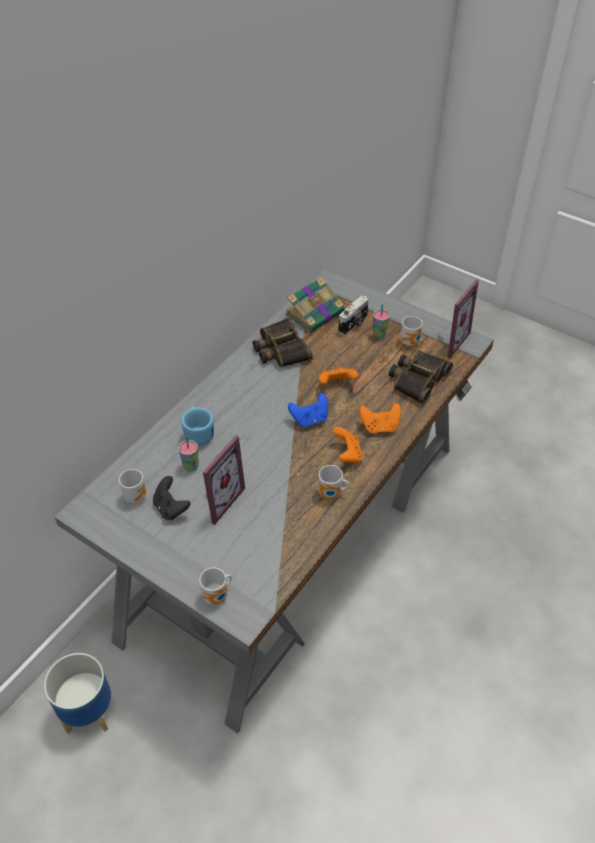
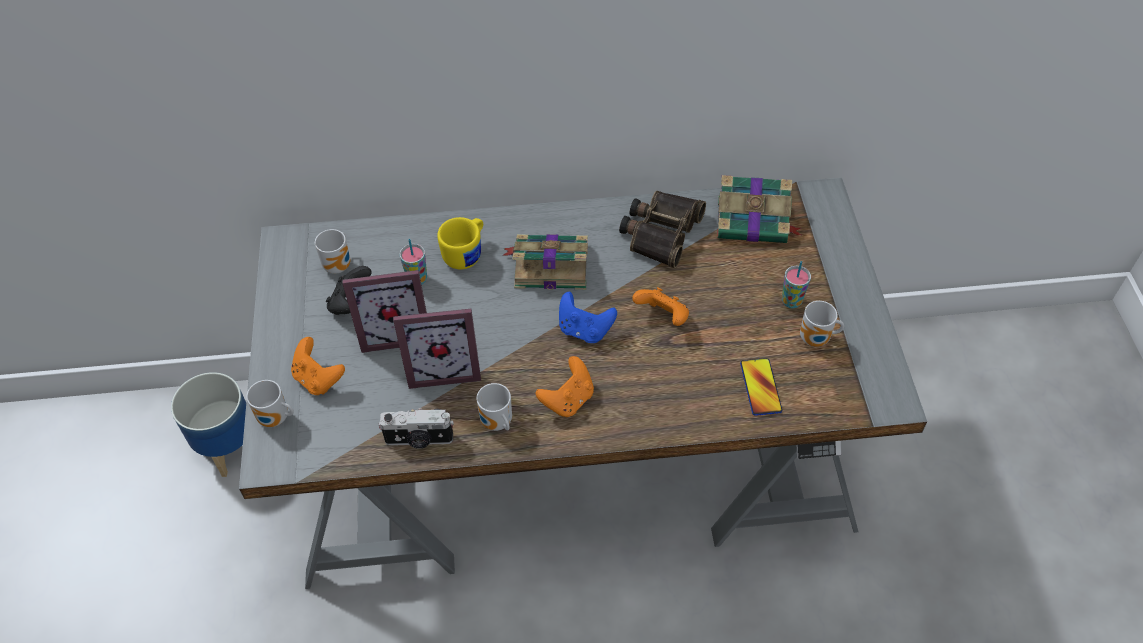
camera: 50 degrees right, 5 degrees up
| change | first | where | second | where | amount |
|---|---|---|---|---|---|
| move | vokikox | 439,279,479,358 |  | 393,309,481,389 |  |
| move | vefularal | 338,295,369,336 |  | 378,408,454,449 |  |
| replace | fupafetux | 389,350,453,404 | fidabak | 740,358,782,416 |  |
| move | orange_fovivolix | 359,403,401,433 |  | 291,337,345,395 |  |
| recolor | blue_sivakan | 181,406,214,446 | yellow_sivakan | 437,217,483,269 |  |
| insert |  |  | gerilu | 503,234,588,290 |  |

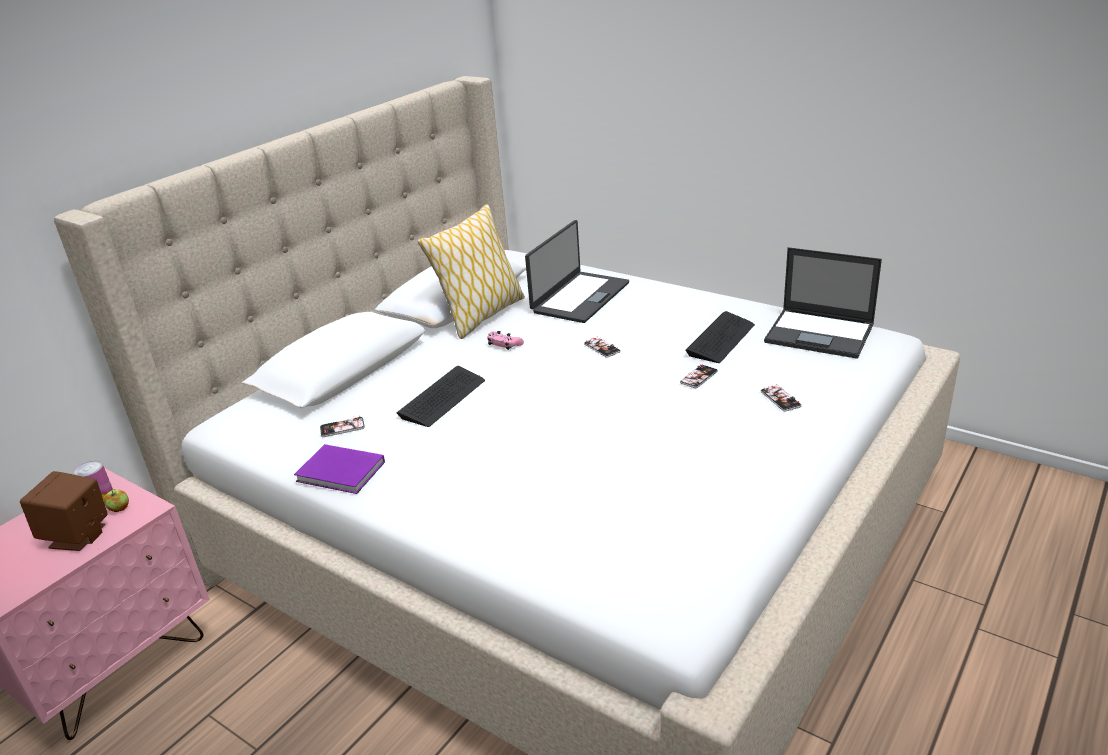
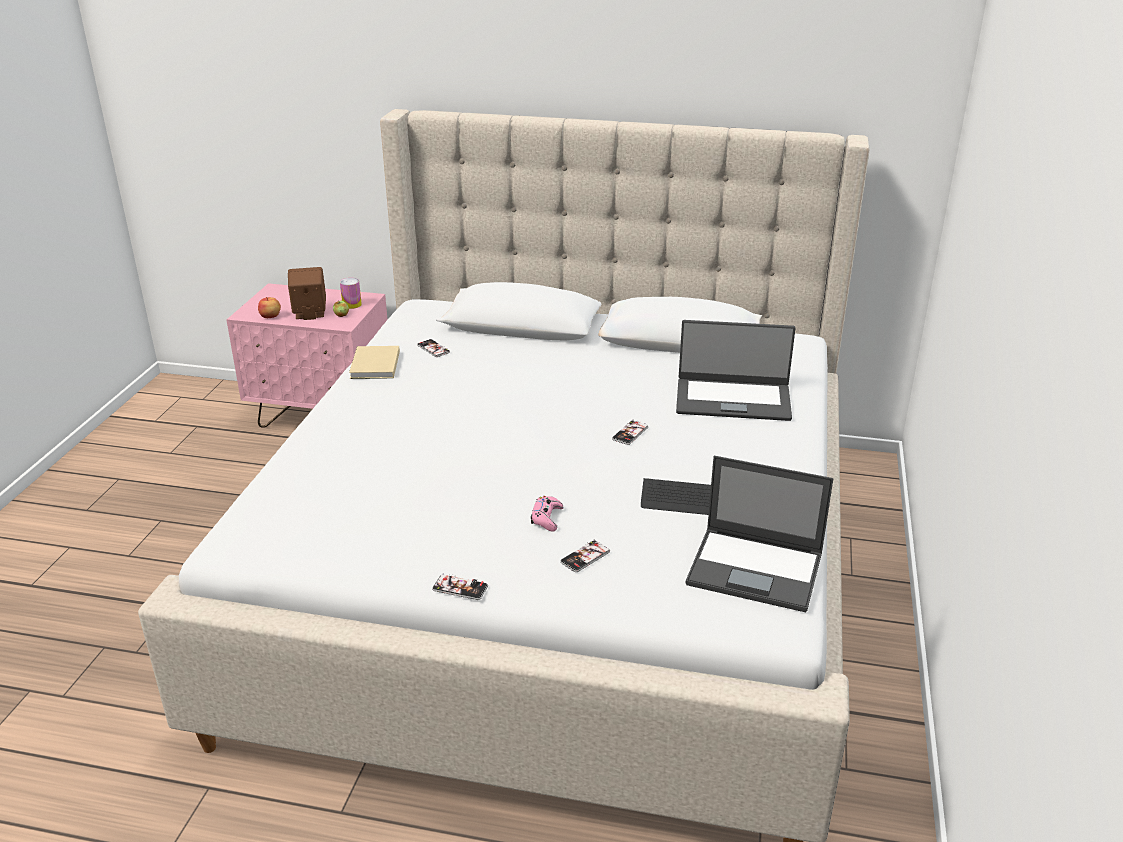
camera: 65 degrees right, 0 degrees up
| change | first | where | second | where | amount |
|---|---|---|---|---|---|
| delete | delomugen | 418,204,525,339 |  |  |  |
| rotate | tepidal | 764,247,882,359 |  | 686,456,834,612 | 75 degrees counterclockwise |
| move | pink_fovivolix | 487,331,524,350 |  | 531,496,564,532 |  |
| move | fidabak | 680,364,718,388 |  | 432,574,488,600 |  |
| delete | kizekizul | 397,366,485,427 |  |  |  |
| recolor | purple_gerilu | 294,444,385,494 | beige_gerilu | 349,346,400,379 |  |
| insert |  |  | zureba | 258,297,281,318 |  |

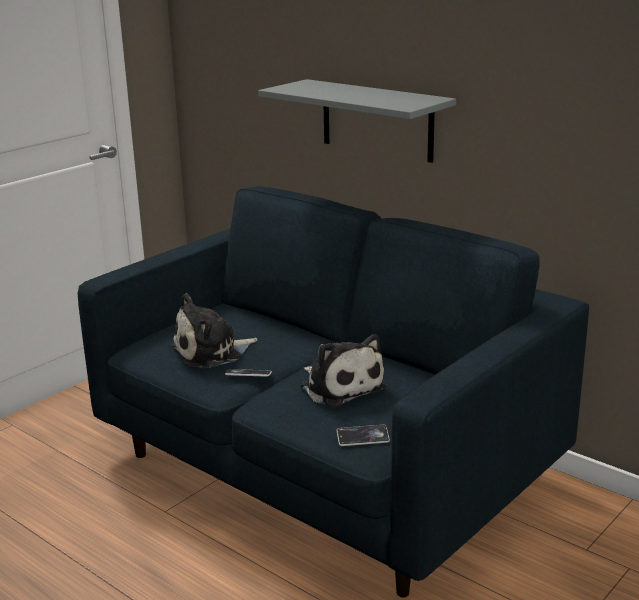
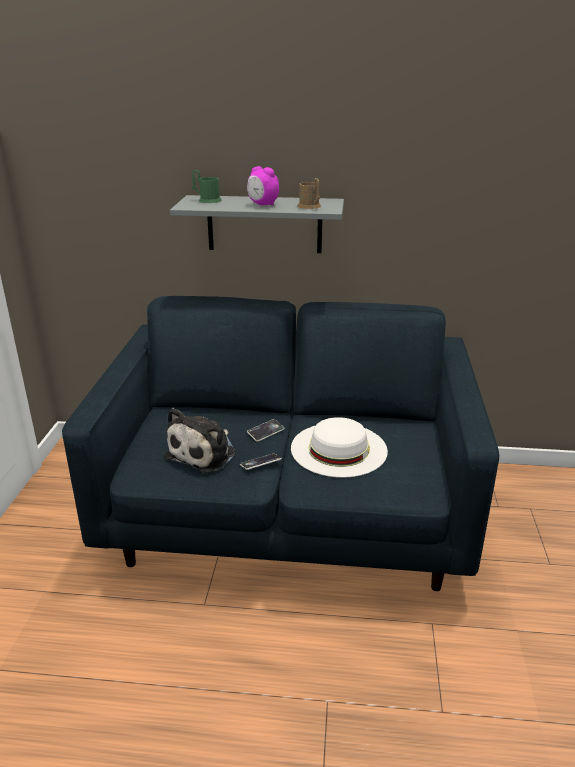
camera: 35 degrees left, 5 degrees up
| change | first | where | second | where | amount |
|---|---|---|---|---|---|
| replace | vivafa | 301,334,386,408 | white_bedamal | 291,417,388,478 |  |
| move | fidabak | 337,425,390,446 |  | 247,419,284,442 |  |
| insert |  |  | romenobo | 247,166,279,206 |  |
| insert |  |  | green_sivakan | 192,170,222,203 |  |
| insert |  |  | brown_sivakan | 297,178,321,209 |  |

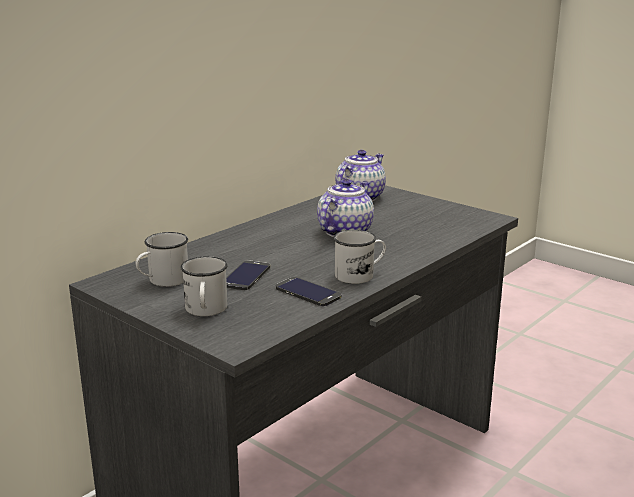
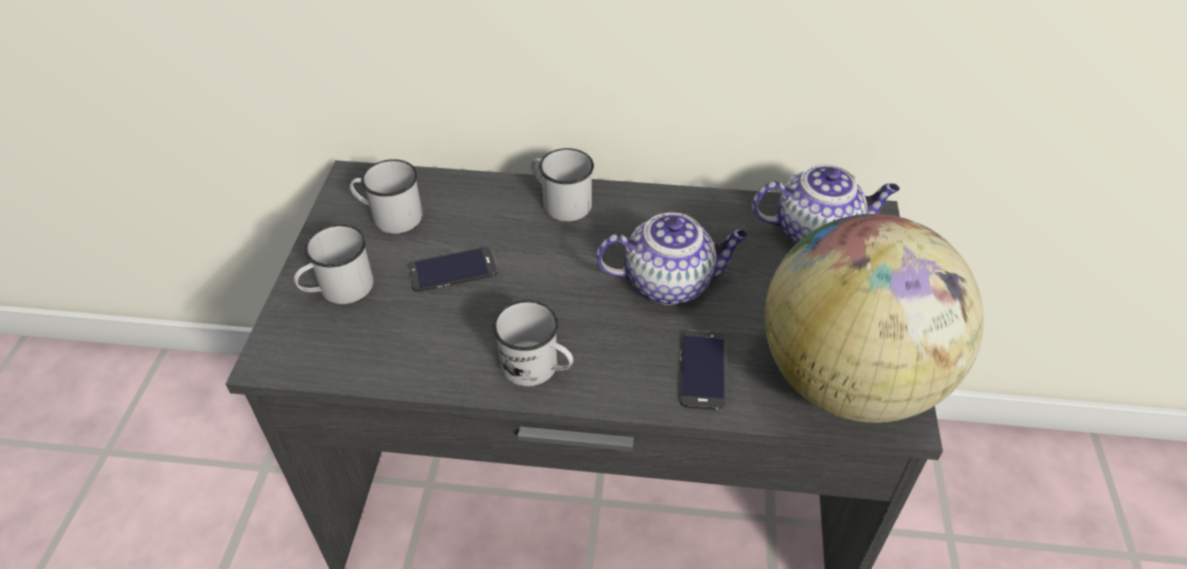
camera: 55 degrees right, 25 degrees up
| change | first | where | second | where | amount |
|---|---|---|---|---|---|
| move | fidabak | 275,277,341,306 |  | 679,330,725,410 |  |
| insert |  |  | white_sivakan | 531,148,594,222 |  |
| insert |  |  | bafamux | 765,214,984,423 |  |

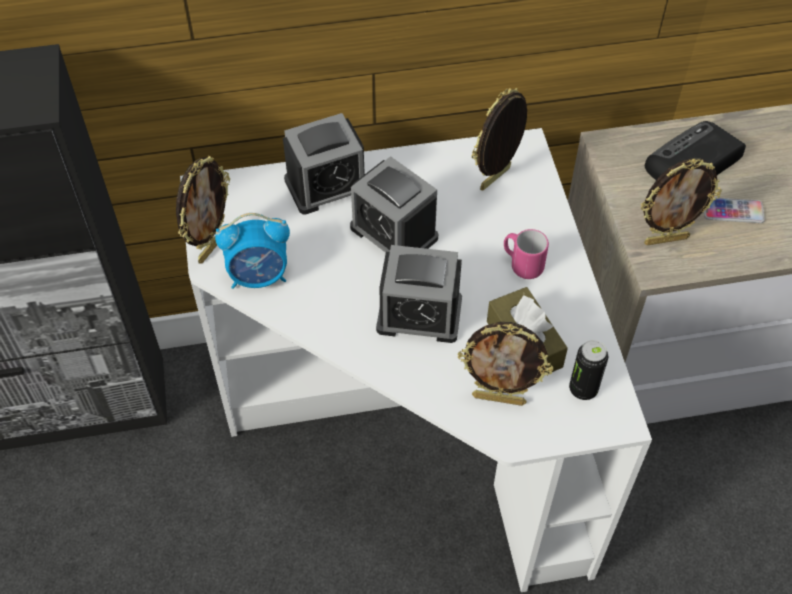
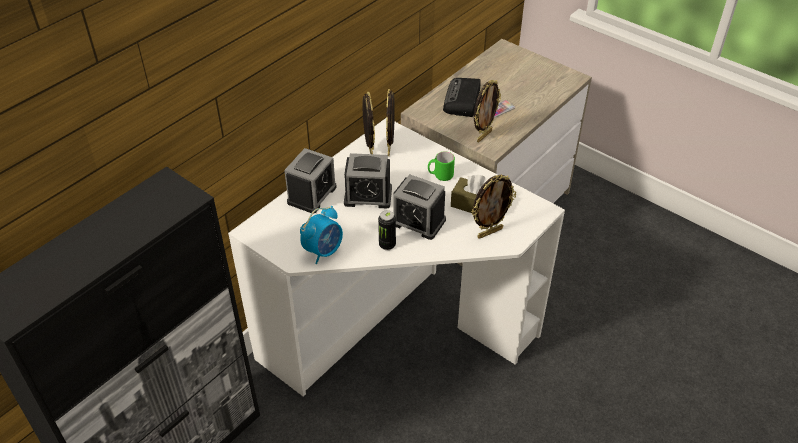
camera: 40 degrees left, 10 degrees down
| change | first | where | second | where | amount |
|---|---|---|---|---|---|
| move | vokikox | 176,156,230,263 |  | 362,92,375,154 |  |
| recolor | pink_sivakan | 504,229,549,279 | green_sivakan | 428,151,455,181 |  |
| rotate | romenobo | 376,245,462,343 |  | 393,174,446,240 | 60 degrees clockwise |
| move | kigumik | 569,340,608,400 |  | 378,210,396,250 |  |

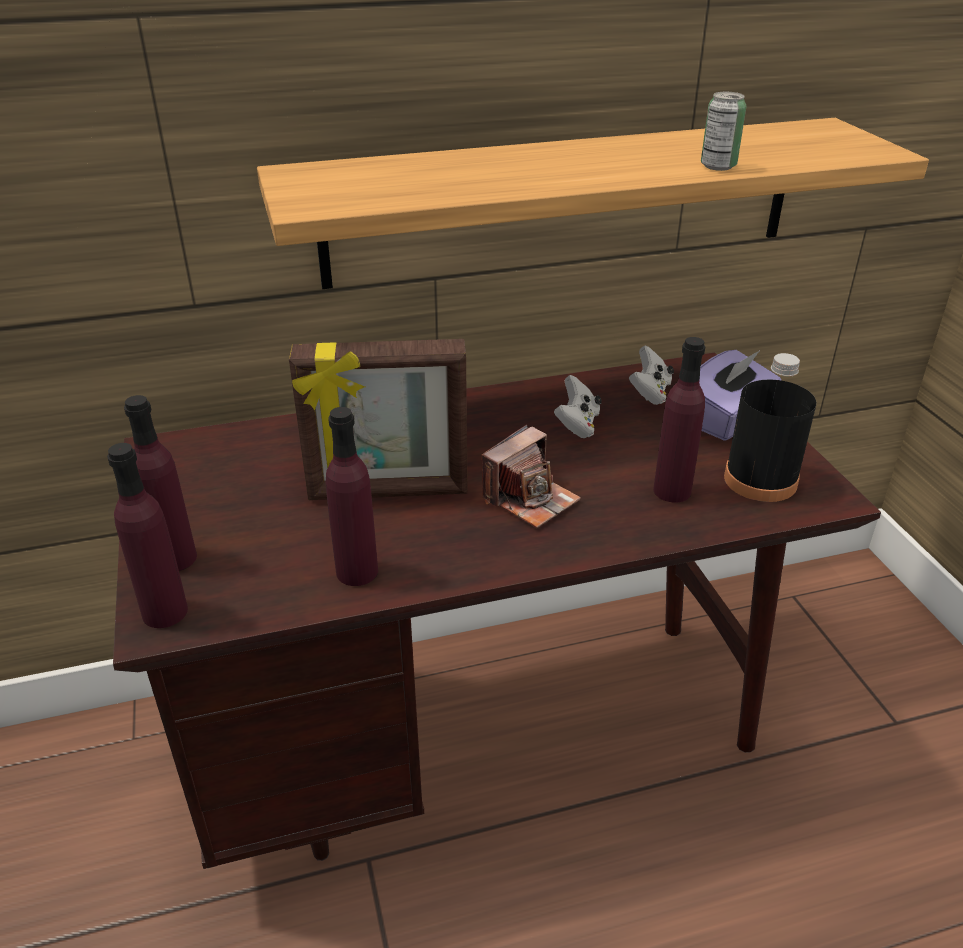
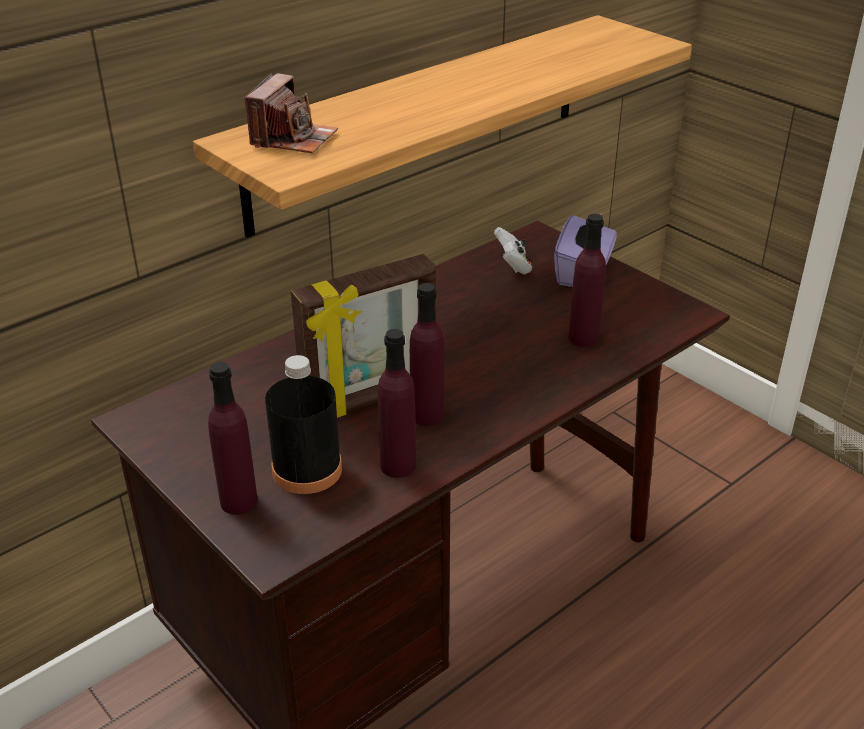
camera: 25 degrees left, 0 degrees up
| change | first | where | second | where | amount |
|---|---|---|---|---|---|
| delete | kigumik | 701,92,746,171 |  |  |  |
| move | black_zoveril | 724,353,816,502 |  | 265,355,342,494 |  |
| delete | white_fovivolix | 554,375,602,438 |  |  |  |
| move | vefularal | 481,425,581,528 |  | 245,73,338,153 |  |
| move | purple_zoveril | 107,443,188,628 |  | 410,283,444,426 |  |

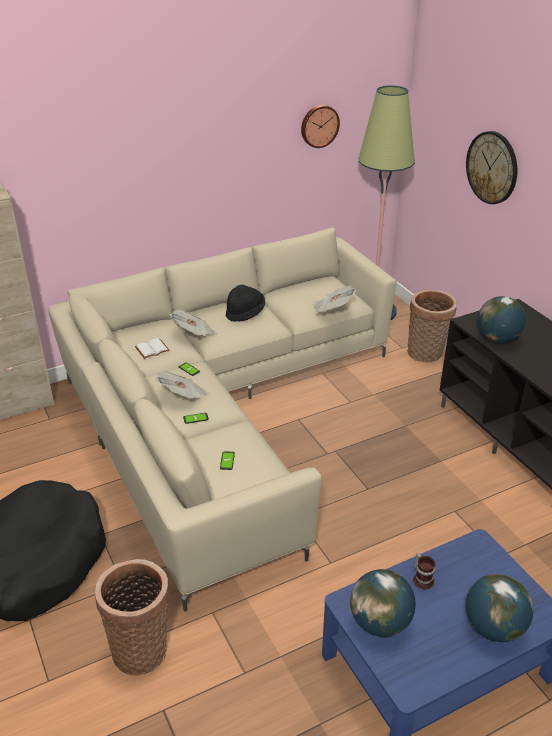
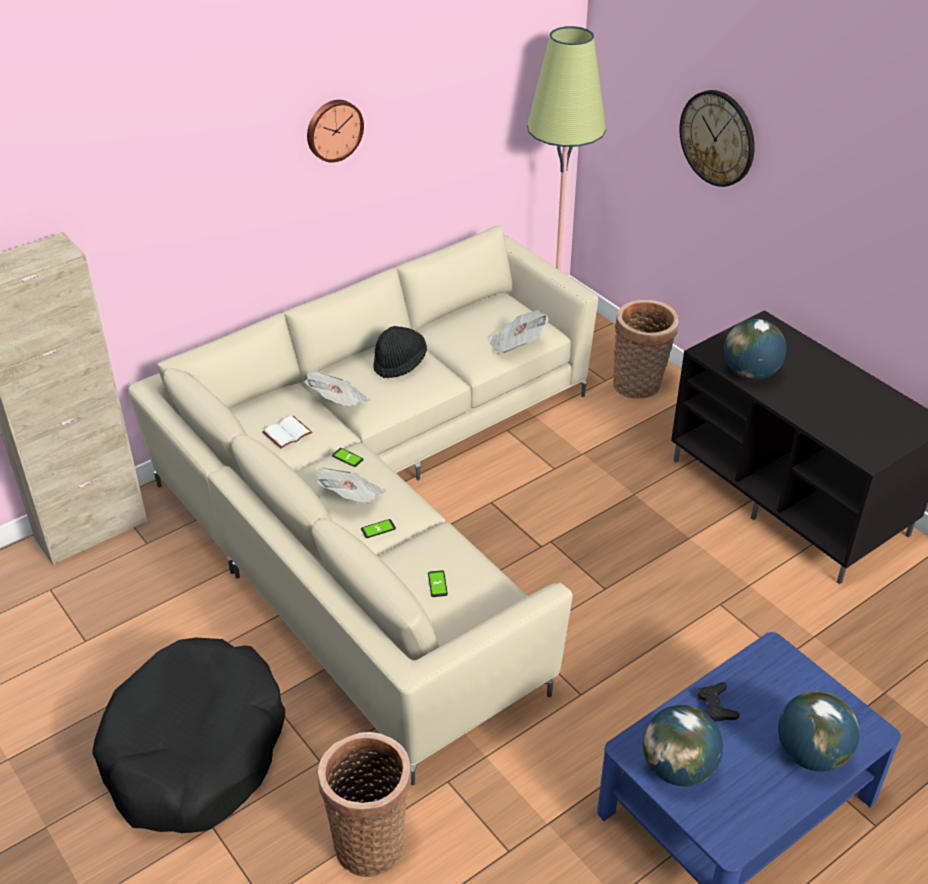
camera: 10 degrees left, 5 degrees up
| change | first | where | second | where | amount |
|---|---|---|---|---|---|
| move | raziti | 301,105,340,148 |  | 307,100,364,163 |  |
| replace | sivakan | 413,553,436,589 | black_fovivolix | 697,682,740,722 |  |

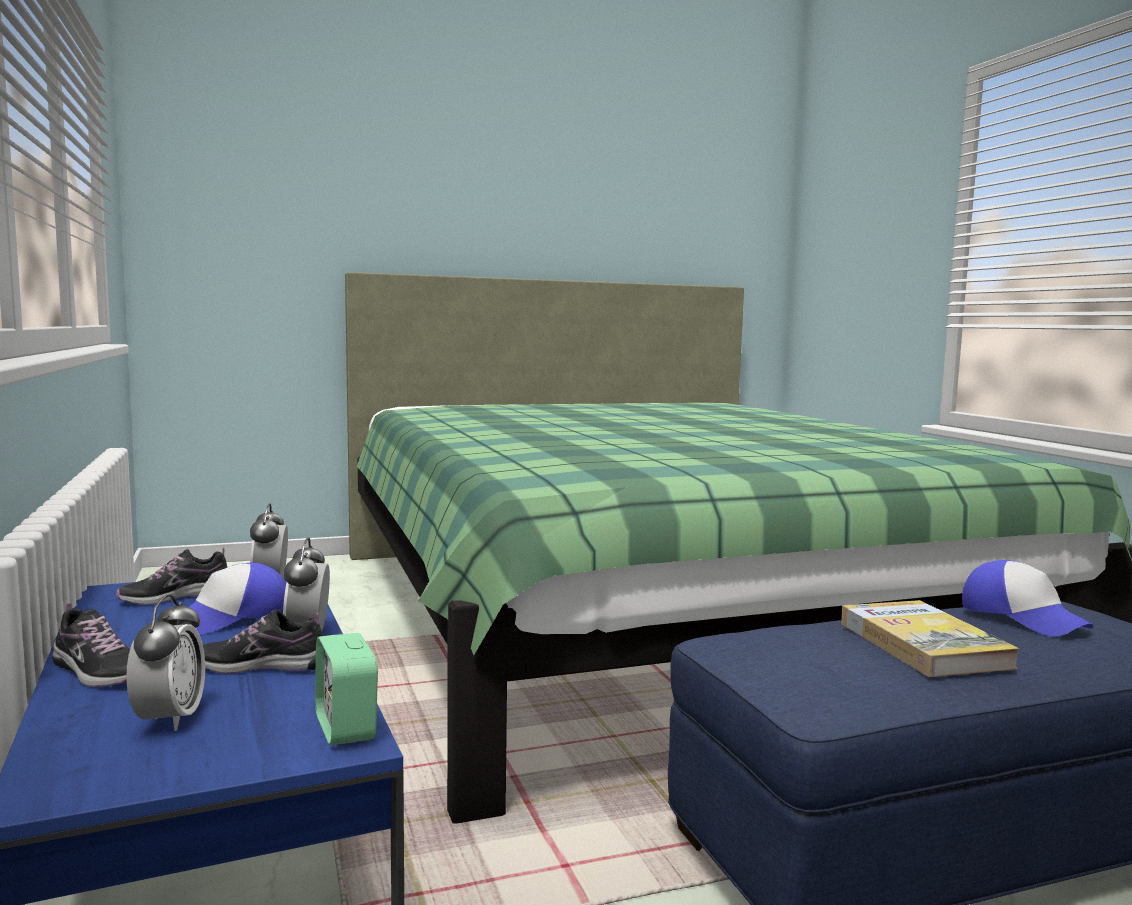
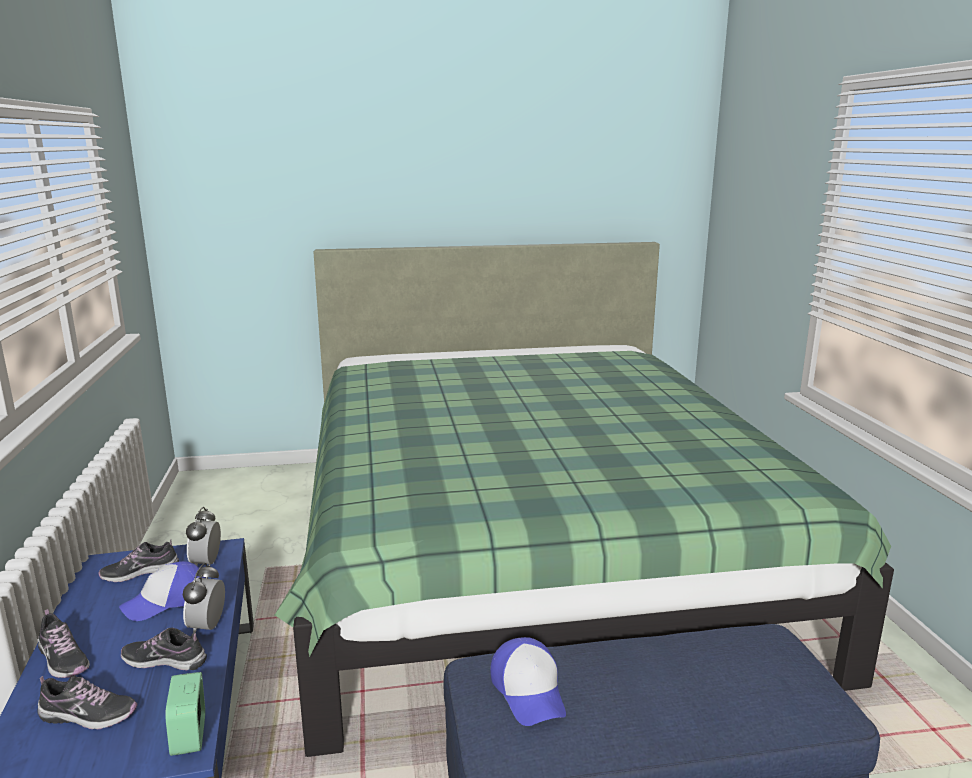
camera: 10 degrees right, 10 degrees up
| change | first | where | second | where | amount |
|---|---|---|---|---|---|
| move | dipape | 962,560,1094,636 |  | 490,637,566,726 |  |
| replace | romenobo | 126,594,205,731 | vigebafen | 37,676,137,729 |  |
| delete | gerilu | 841,600,1020,677 |  |  |  |

